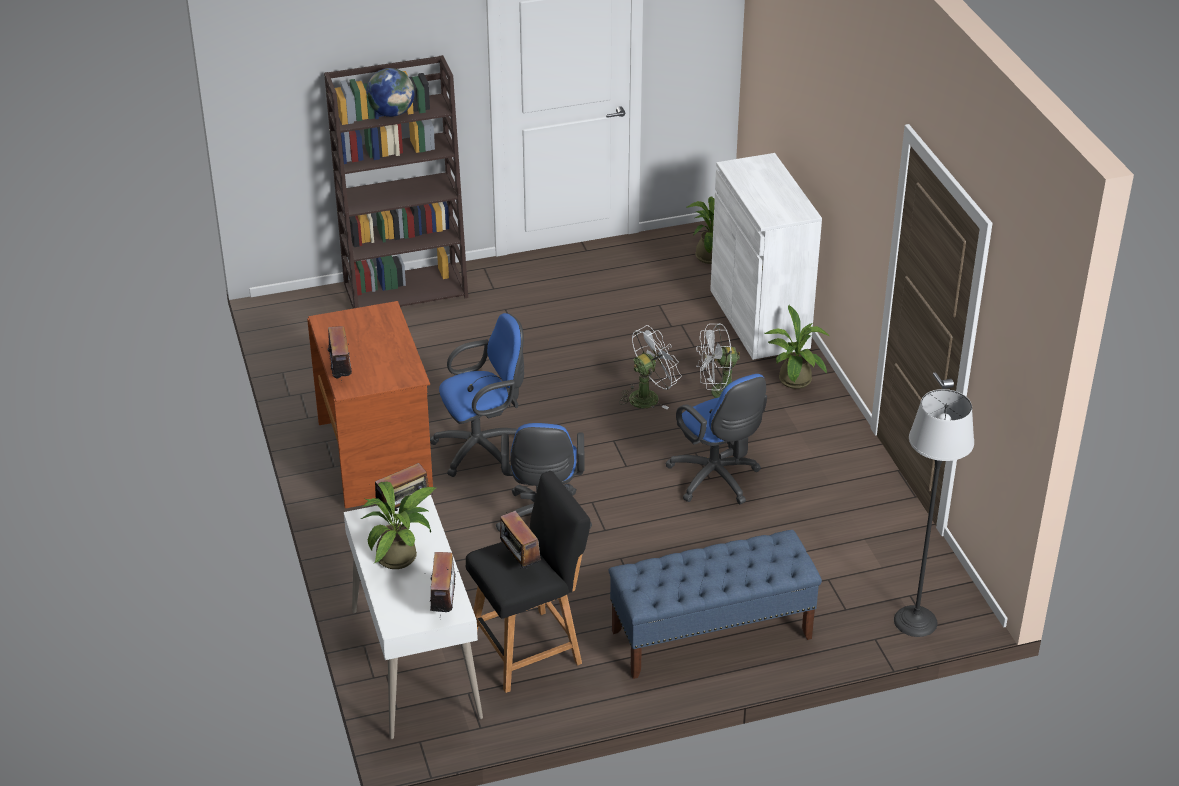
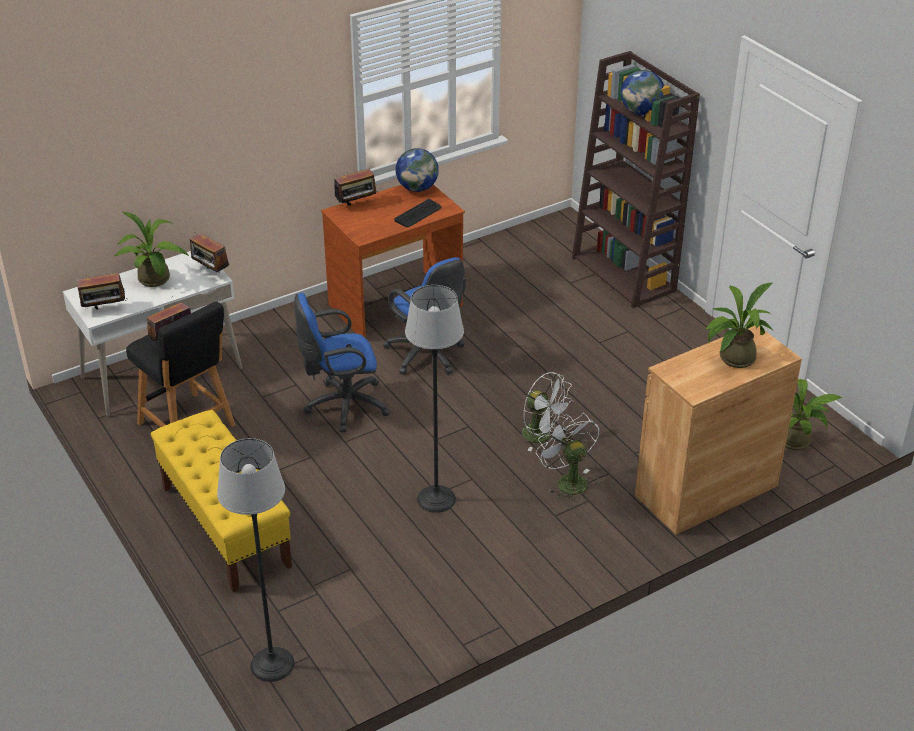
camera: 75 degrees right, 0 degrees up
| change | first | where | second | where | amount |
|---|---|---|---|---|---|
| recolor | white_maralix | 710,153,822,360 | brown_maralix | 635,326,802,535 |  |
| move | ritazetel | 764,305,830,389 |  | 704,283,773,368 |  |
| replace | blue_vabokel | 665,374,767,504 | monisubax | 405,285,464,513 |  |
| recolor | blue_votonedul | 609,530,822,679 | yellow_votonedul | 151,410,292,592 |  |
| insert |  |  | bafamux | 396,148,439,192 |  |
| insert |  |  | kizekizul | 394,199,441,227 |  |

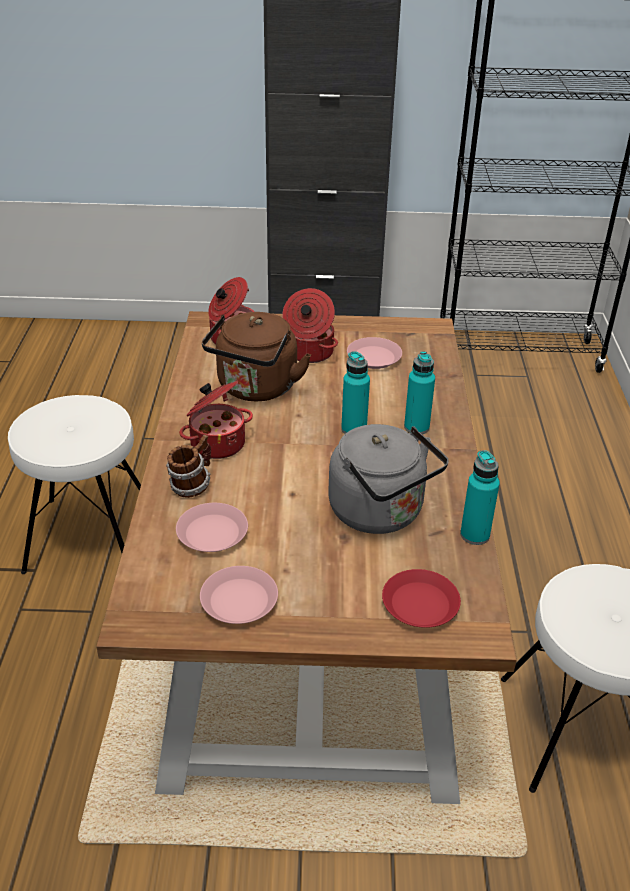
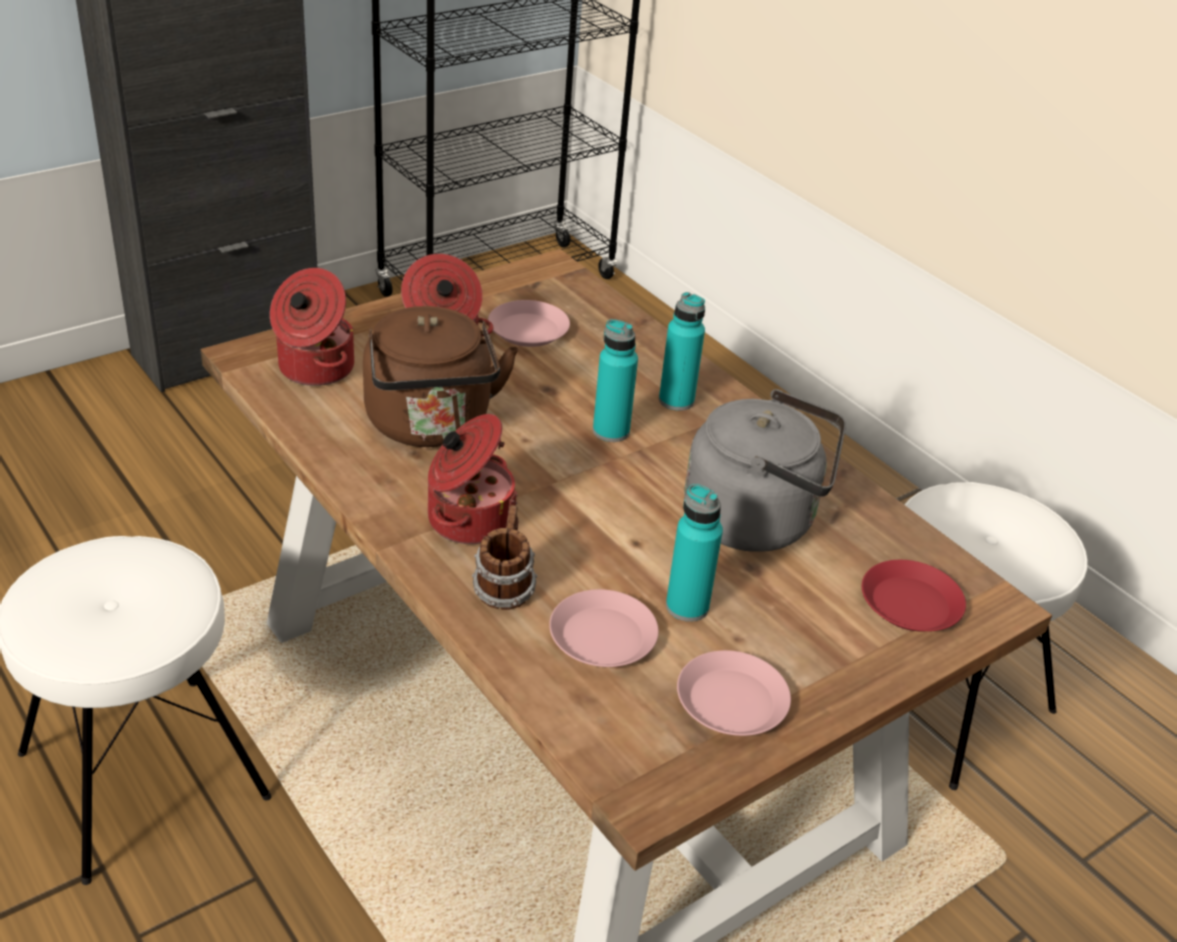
camera: 40 degrees left, 0 degrees up
| change | first | where | second | where | amount |
|---|---|---|---|---|---|
| move | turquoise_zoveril | 460,450,500,545 |  | 666,484,723,622 |  |

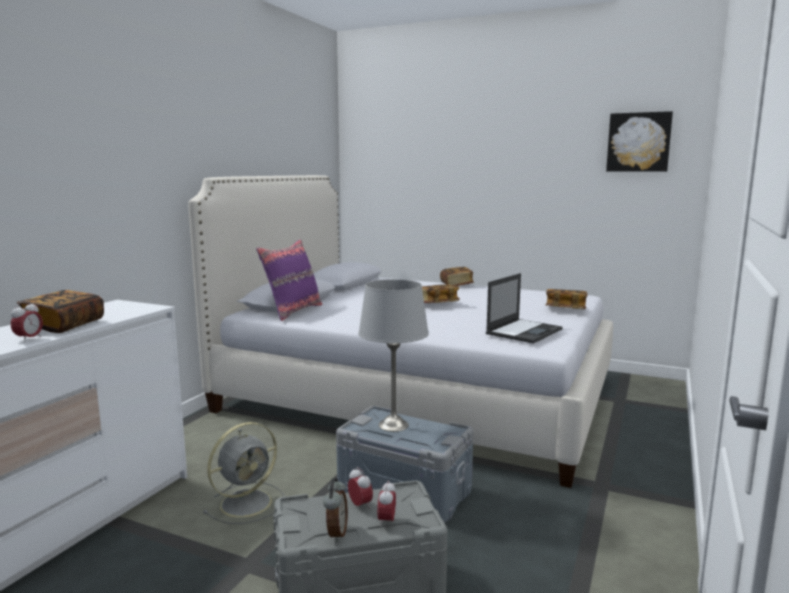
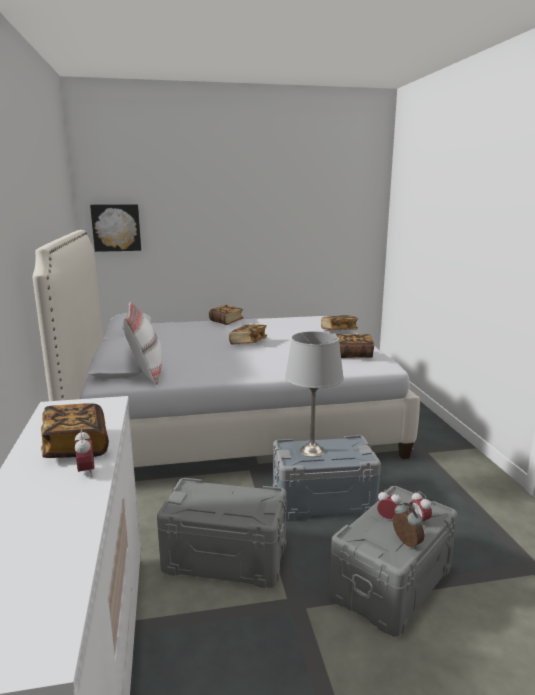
camera: 35 degrees left, 5 degrees up
| change | first | where | second | where | amount |
|---|---|---|---|---|---|
| move | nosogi | 606,111,673,172 |  | 90,204,141,252 |  |
| recolor | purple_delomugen | 256,239,322,321 | white_delomugen | 122,301,162,385 |  |
| replace | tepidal | 486,273,563,343 | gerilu | 336,334,374,358 |  |
| replace | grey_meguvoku | 203,422,284,524 | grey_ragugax | 157,478,287,588 |  |

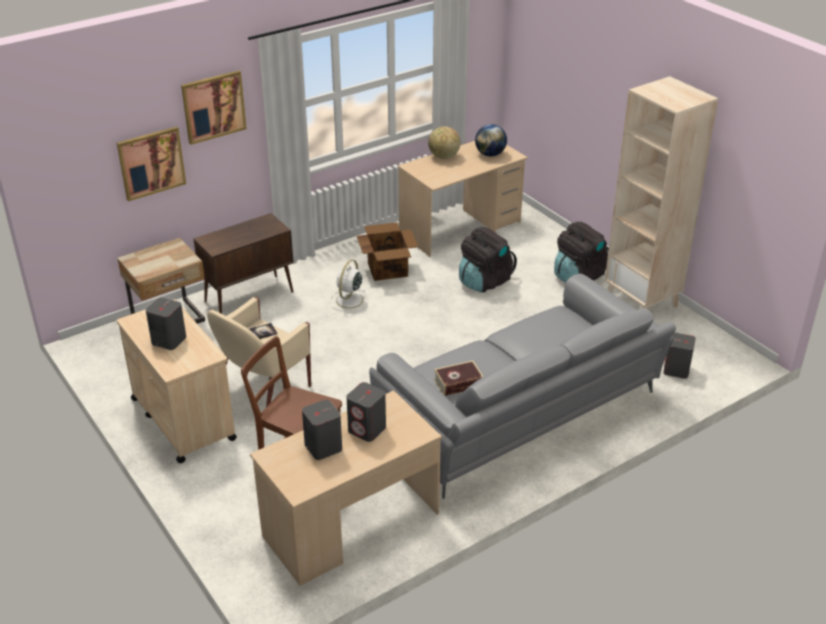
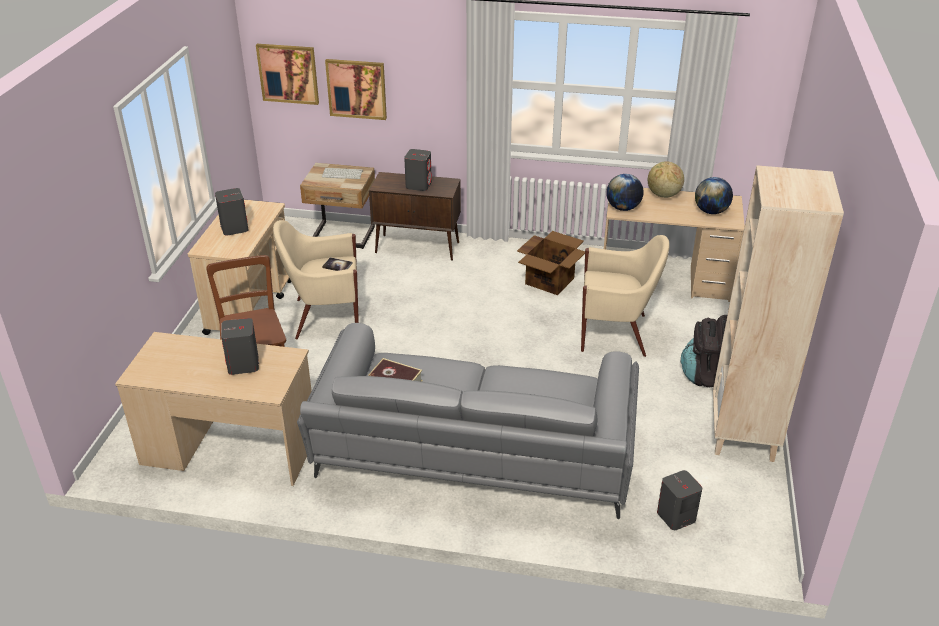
camera: 45 degrees right, 0 degrees up
| change | first | where | second | where | amount |
|---|---|---|---|---|---|
| move | nosogi | 181,70,247,145 |  | 256,44,319,105 |  |
| replace | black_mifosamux | 459,227,517,292 | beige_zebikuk | 581,235,669,357 |  |
| delete | white_meguvoku | 330,260,368,313 |  |  |  |
| move | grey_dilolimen | 302,399,342,460 |  | 404,149,432,191 |  |
| insert |  |  | kizekizul | 322,168,363,179 |  |
| insert |  |  | bafamux | 606,174,643,211 |  |

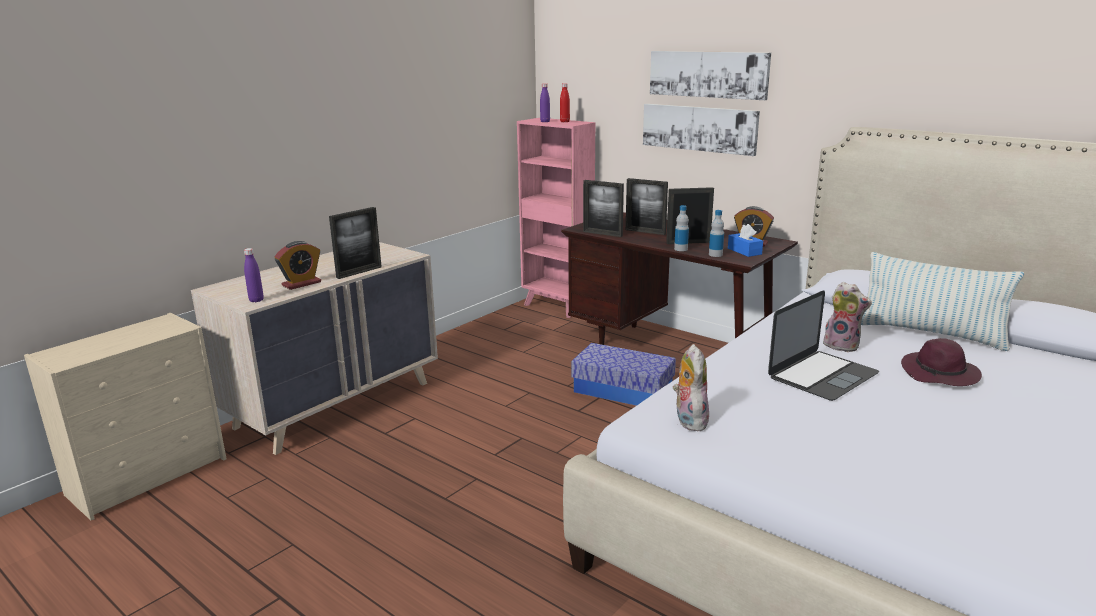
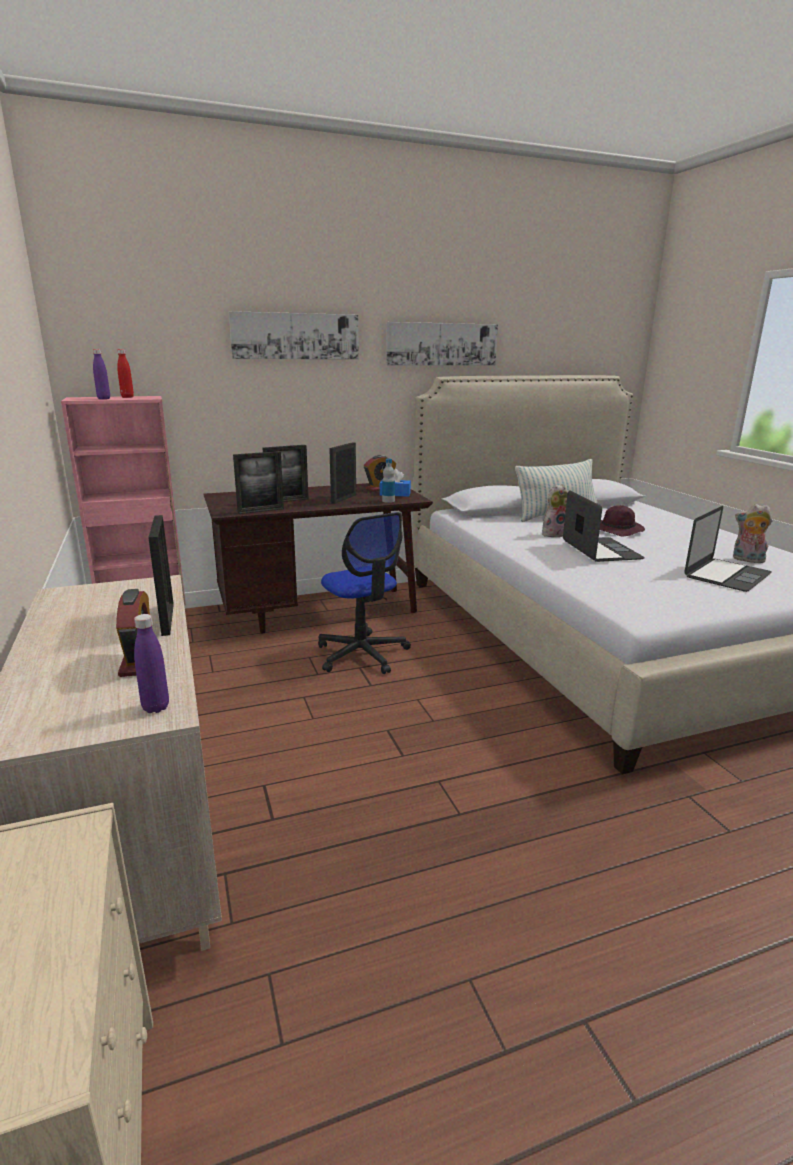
camera: 60 degrees left, 0 degrees up
| change | first | where | second | where | amount |
|---|---|---|---|---|---|
| move | nosogi | 643,104,760,156 |  | 386,322,498,365 |  |
| delete | zoveril | 674,205,689,251 |  |  |  |
| replace | ragugax | 571,343,676,406 | vabokel | 318,512,411,674 |  |
| move | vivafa | 673,344,711,431 |  | 733,504,773,563 |  |
| insert |  |  | tepidal | 685,506,772,592 |  |

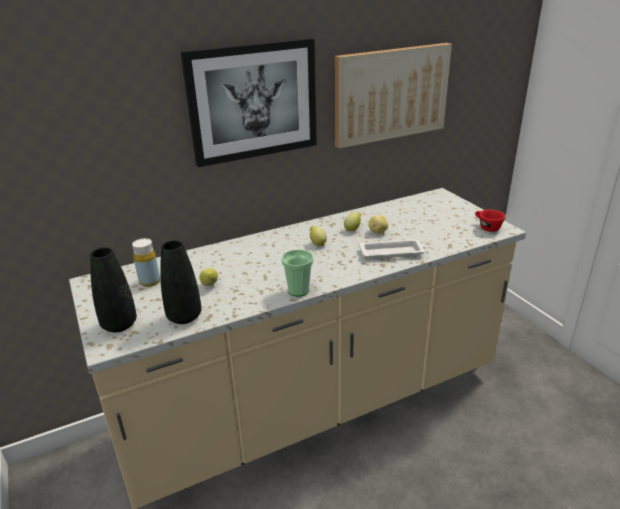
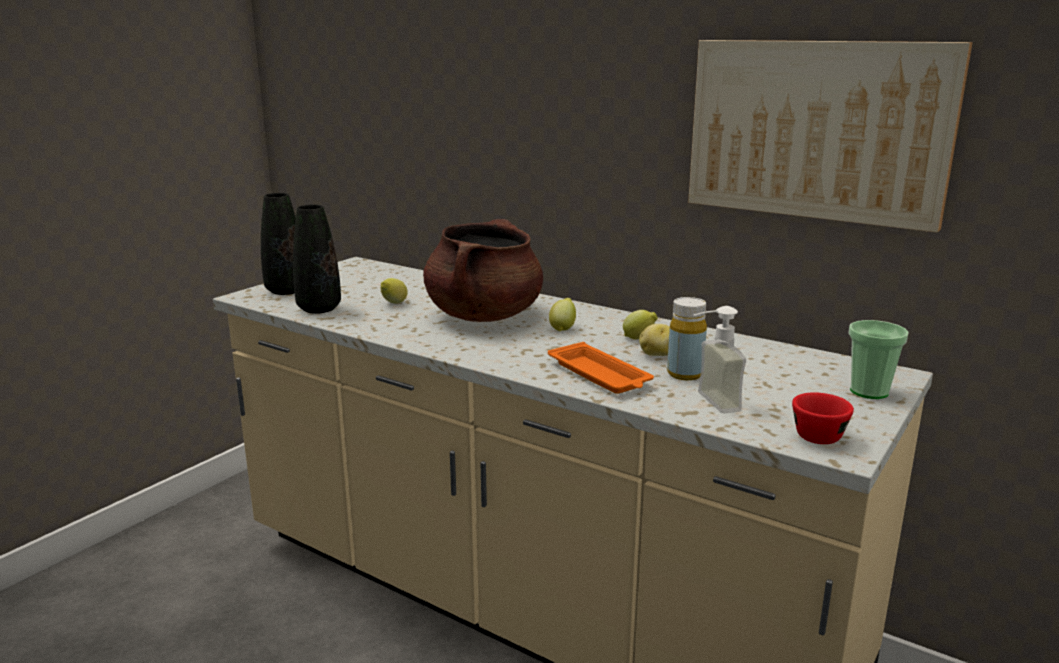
camera: 60 degrees right, 10 degrees down
| change | first | where | second | where | amount |
|---|---|---|---|---|---|
| delete | nosogi | 180,38,317,167 |  |  |  |
| move | yellow_zoveril | 132,238,160,287 |  | 667,297,707,380 |  |
| recolor | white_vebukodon | 359,239,425,259 | orange_vebukodon | 548,342,654,394 |  |
| move | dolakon | 281,250,314,296 |  | 848,320,909,399 |  |
| insert |  |  | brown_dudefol | 423,219,543,322 |  |
| insert |  |  | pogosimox | 693,306,746,413 |  |

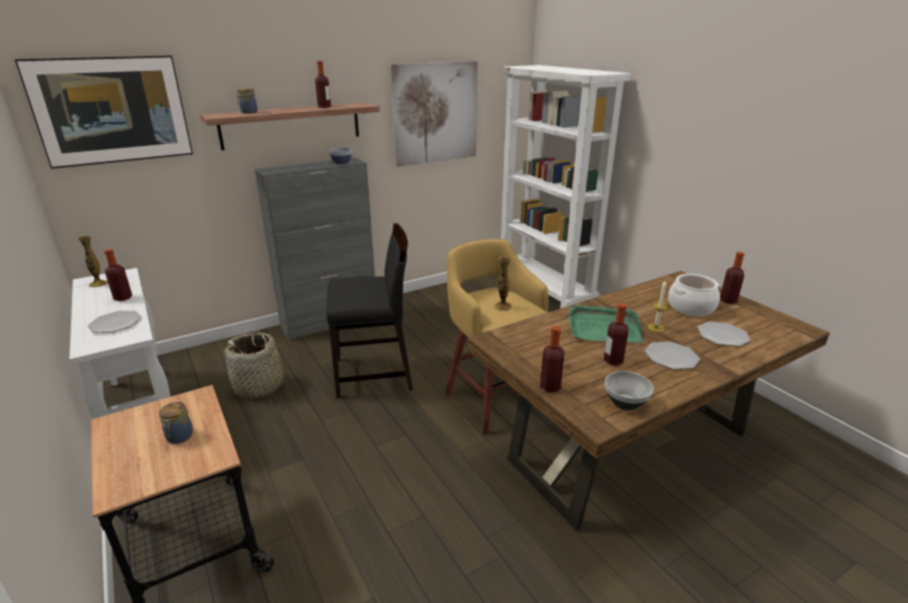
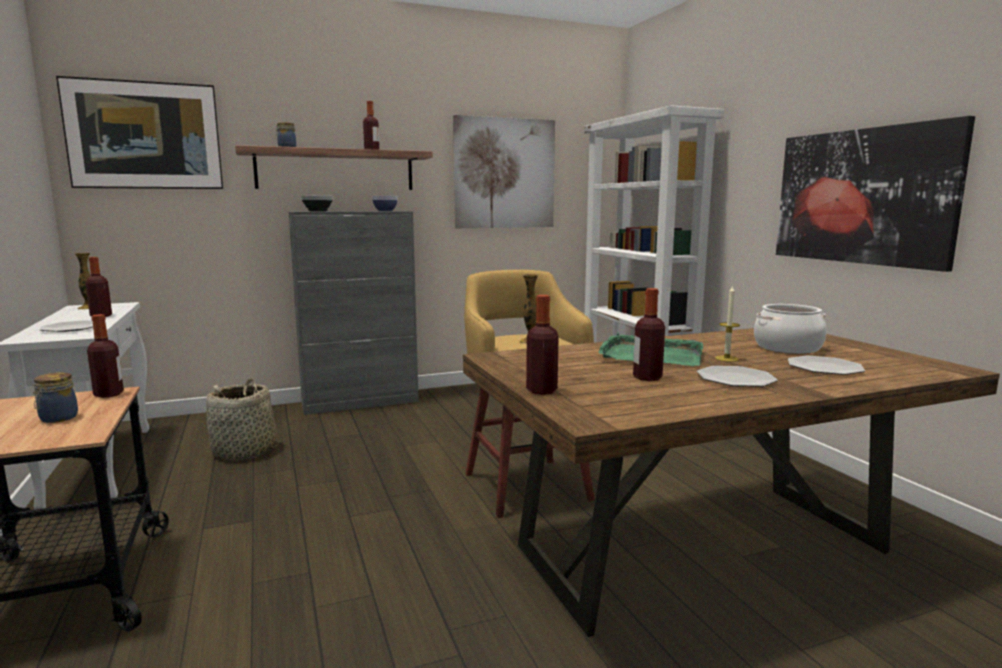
camera: 10 degrees right, 15 degrees down
| change | first | where | second | where | amount |
|---|---|---|---|---|---|
| delete | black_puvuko | 326,223,413,398 |  |  |  |
| move | zoveril | 720,252,744,304 |  | 87,314,124,398 |  |
| move | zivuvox | 605,371,654,410 |  | 301,195,333,211 |  |
| insert |  |  | nosogi | 776,116,975,272 |  |

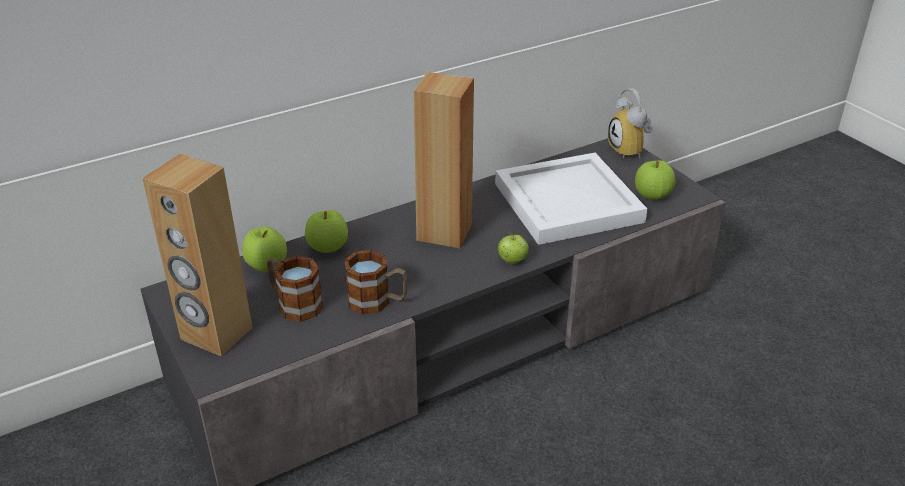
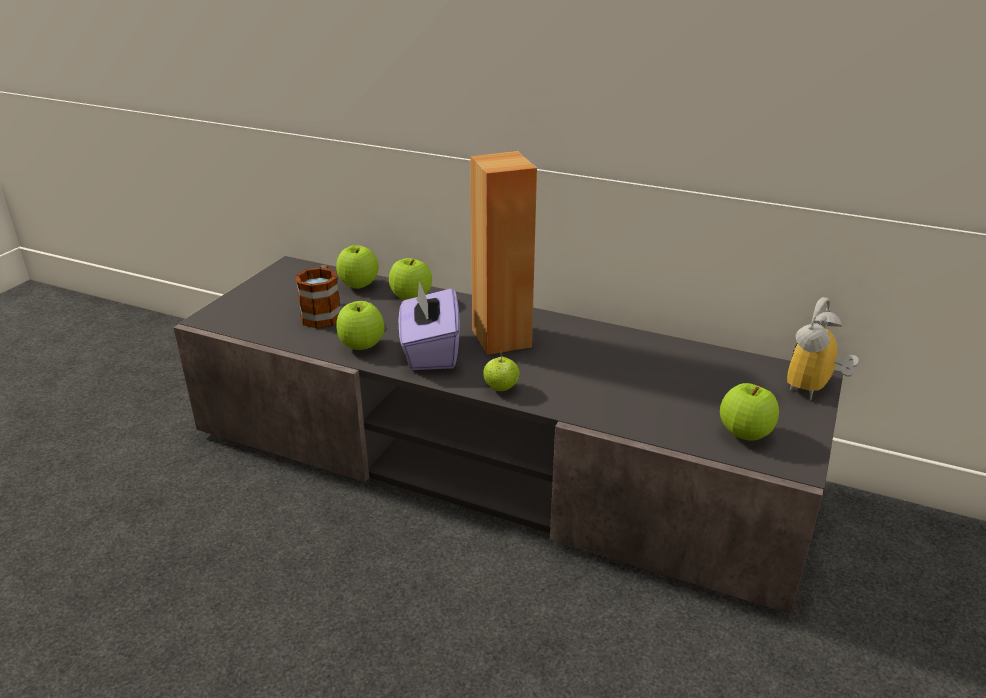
camera: 55 degrees right, 5 degrees down
| change | first | where | second | where | amount |
|---|---|---|---|---|---|
| delete | white_vebukodon | 495,153,647,245 |  |  |  |
| delete | brown_dilolimen | 142,154,253,357 |  |  |  |
| replace | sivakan | 344,250,408,315 | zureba | 336,301,384,350 |  |
| insert |  |  | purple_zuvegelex | 399,281,460,370 |  |

